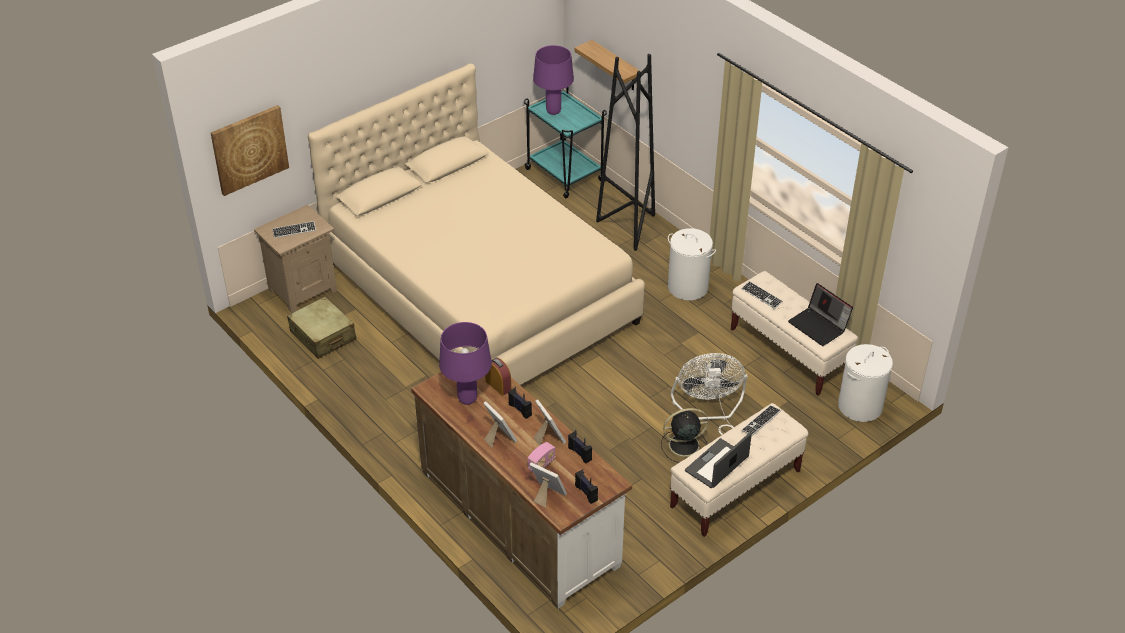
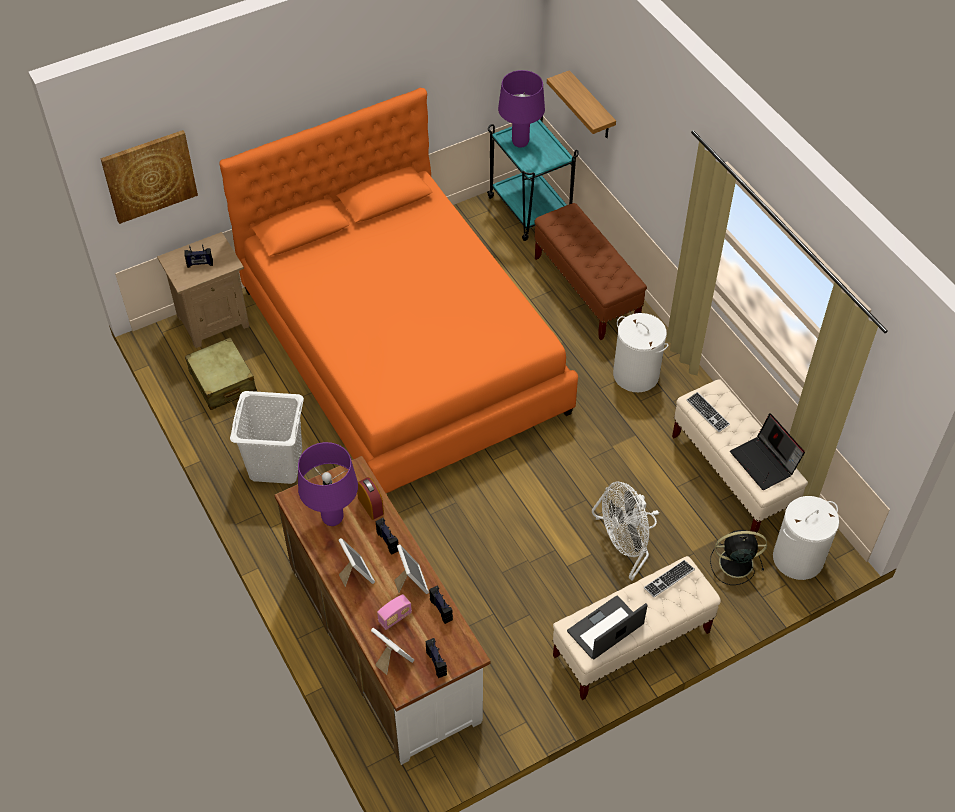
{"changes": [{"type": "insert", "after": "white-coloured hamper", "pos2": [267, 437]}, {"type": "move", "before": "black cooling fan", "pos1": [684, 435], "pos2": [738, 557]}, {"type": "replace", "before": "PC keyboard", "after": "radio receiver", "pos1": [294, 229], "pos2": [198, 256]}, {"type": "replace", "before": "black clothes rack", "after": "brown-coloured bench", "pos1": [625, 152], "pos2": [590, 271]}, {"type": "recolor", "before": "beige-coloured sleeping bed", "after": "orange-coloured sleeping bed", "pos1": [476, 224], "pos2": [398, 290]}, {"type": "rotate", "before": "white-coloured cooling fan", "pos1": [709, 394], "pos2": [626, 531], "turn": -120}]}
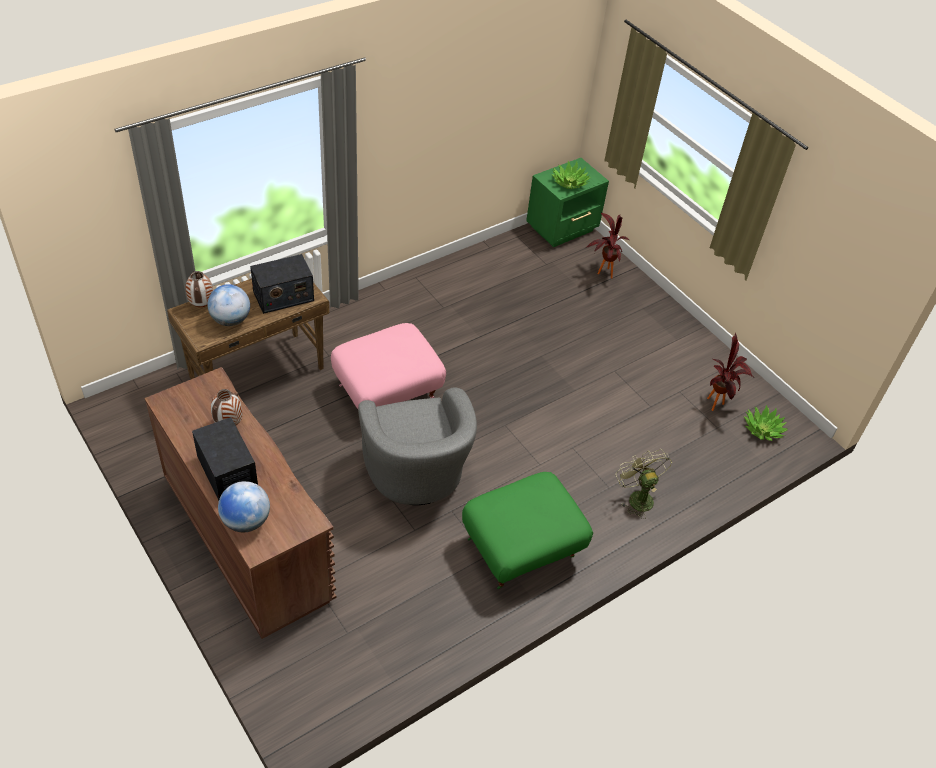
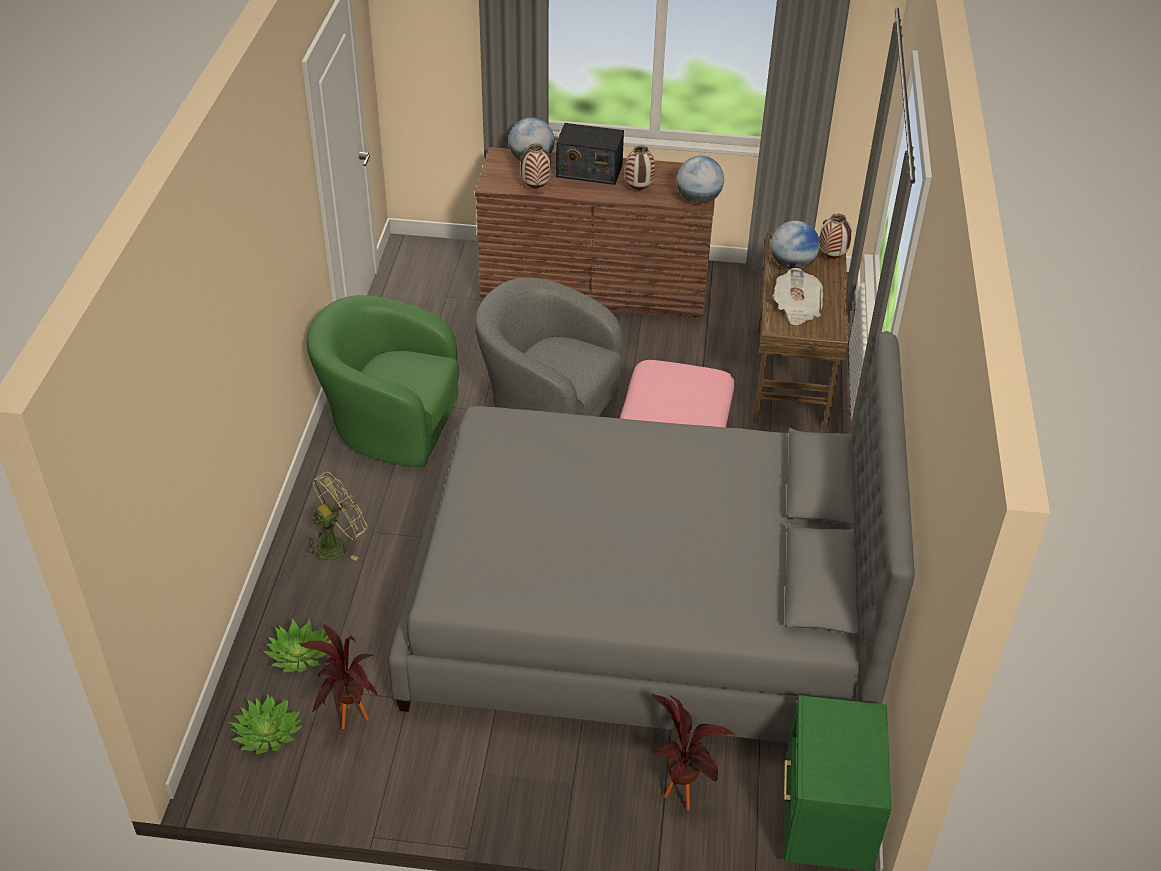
{"changes": [{"type": "insert", "after": "greyish sleeping bed", "pos2": [651, 537]}, {"type": "insert", "after": "flower vase", "pos2": [536, 166]}, {"type": "insert", "after": "world globe", "pos2": [700, 180]}, {"type": "move", "before": "houseplant", "pos1": [571, 175], "pos2": [297, 645]}, {"type": "replace", "before": "radio receiver", "after": "newspaper", "pos1": [282, 284], "pos2": [798, 296]}, {"type": "replace", "before": "green-coloured ottoman", "after": "green-coloured easy chair", "pos1": [527, 530], "pos2": [383, 381]}, {"type": "rotate", "before": "green-coloured cooling fan", "pos1": [644, 484], "pos2": [335, 516], "turn": -60}]}
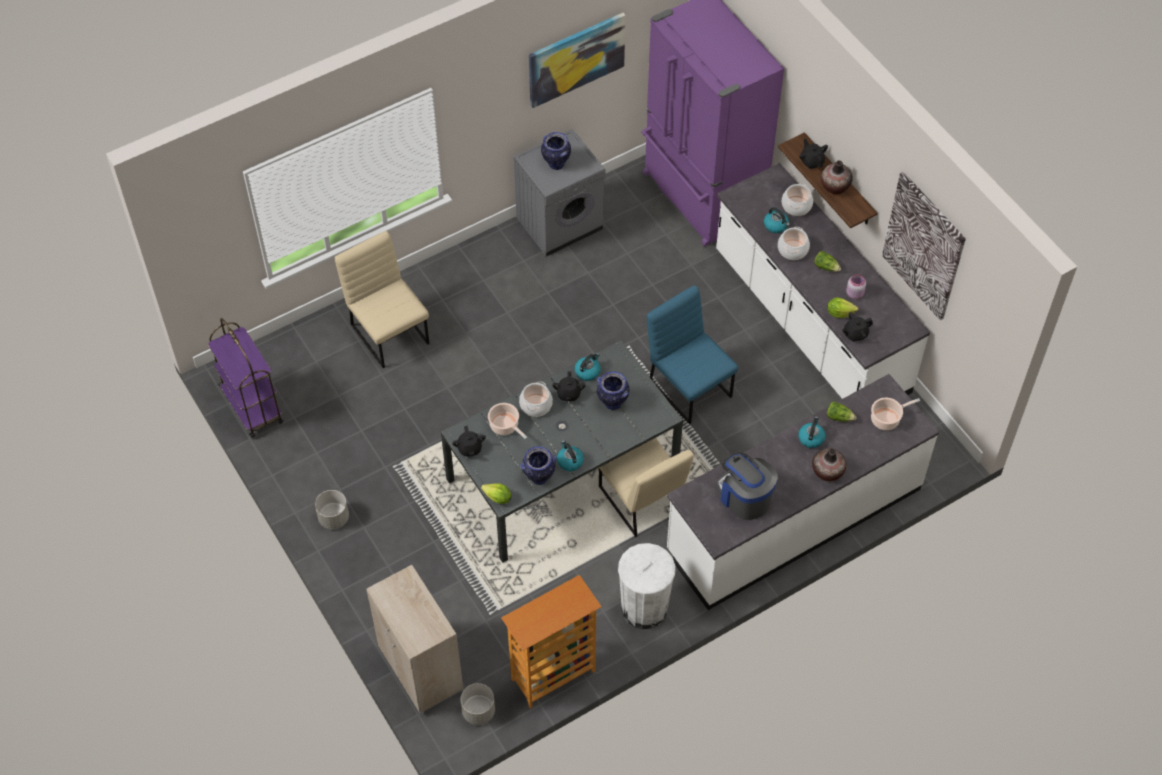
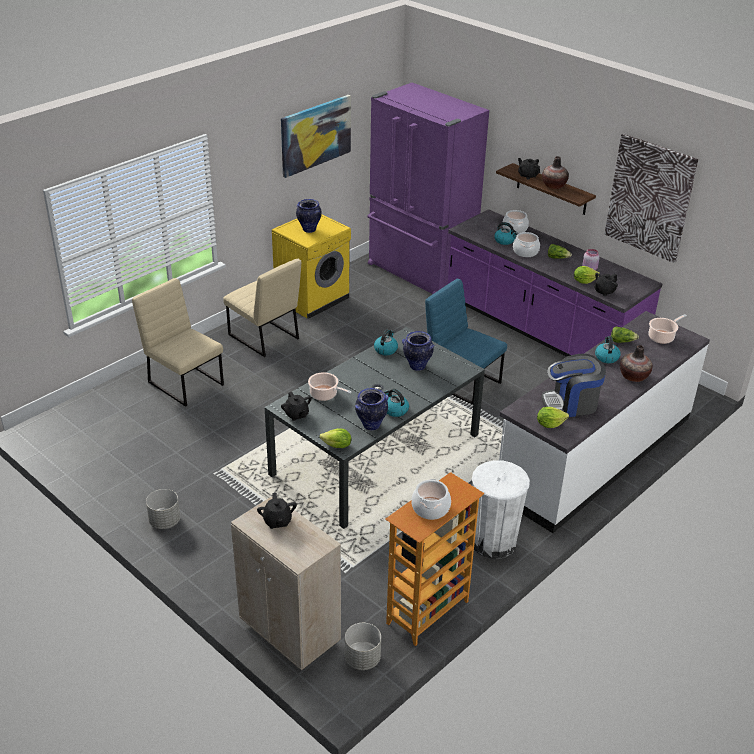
{"changes": [{"type": "delete", "before": "purplish wheeled cart", "pos1": [245, 378]}, {"type": "insert", "after": "lettuce head", "pos2": [553, 417]}, {"type": "move", "before": "cooking pot", "pos1": [536, 399], "pos2": [431, 499]}, {"type": "move", "before": "black teapot", "pos1": [568, 386], "pos2": [277, 511]}, {"type": "move", "before": "beige-coloured upright chair", "pos1": [646, 486], "pos2": [262, 308]}, {"type": "recolor", "before": "greyish laundry machine", "after": "yellowish laundry machine", "pos1": [560, 192], "pos2": [311, 266]}, {"type": "recolor", "before": "white-coloured kitchen counter", "after": "purplish kitchen counter", "pos1": [823, 281], "pos2": [555, 283]}, {"type": "rotate", "before": "coffee brewer", "pos1": [747, 486], "pos2": [574, 385], "turn": -45}]}
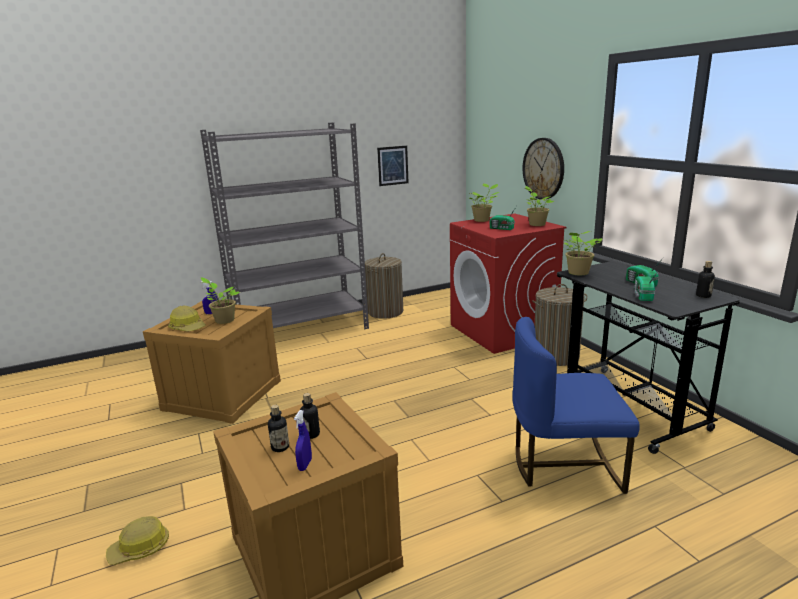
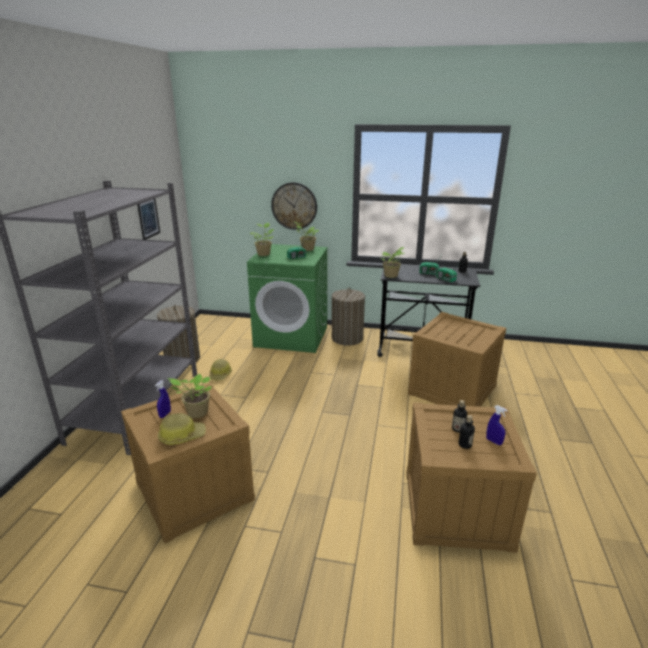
{"changes": [{"type": "move", "before": "work helmet", "pos1": [137, 540], "pos2": [221, 369]}, {"type": "replace", "before": "blue upright chair", "after": "shipping crate", "pos1": [576, 405], "pos2": [457, 359]}, {"type": "recolor", "before": "reddish laundry machine", "after": "green-coloured laundry machine", "pos1": [508, 283], "pos2": [287, 298]}]}
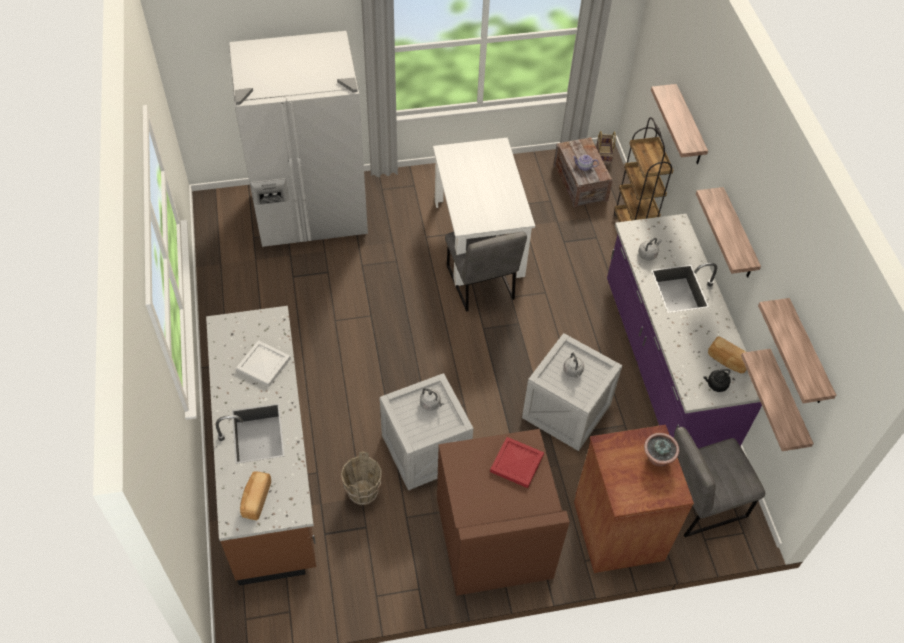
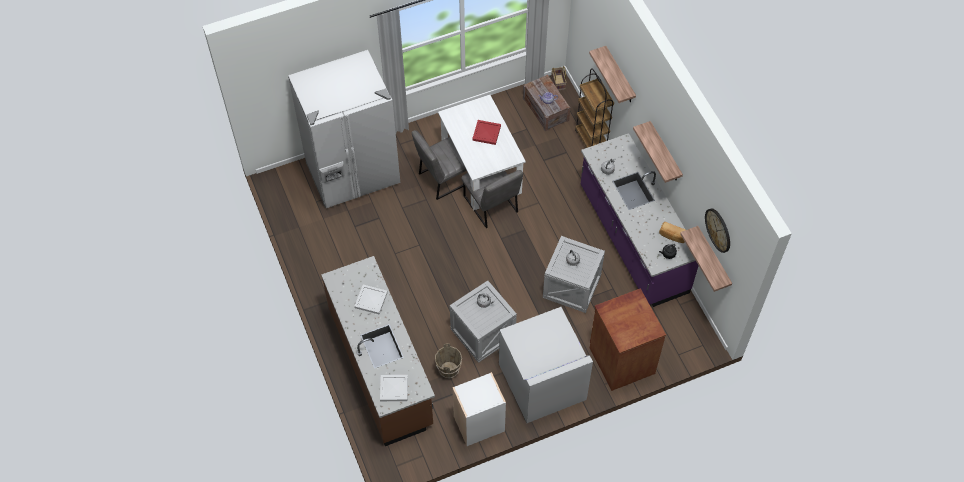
{"changes": [{"type": "delete", "before": "houseplant", "pos1": [661, 449]}, {"type": "insert", "after": "white-coloured bookshelf", "pos2": [479, 409]}, {"type": "move", "before": "reddish serving tray", "pos1": [517, 462], "pos2": [486, 132]}, {"type": "move", "before": "greyish upright chair", "pos1": [719, 482], "pos2": [439, 165]}, {"type": "replace", "before": "bread", "after": "white-coloured serving tray", "pos1": [255, 496], "pos2": [394, 388]}, {"type": "replace", "before": "bracket shelf", "after": "hanging clock", "pos1": [797, 350], "pos2": [717, 230]}, {"type": "recolor", "before": "brown-coloured laundry machine", "after": "white-coloured laundry machine", "pos1": [503, 512], "pos2": [546, 365]}]}
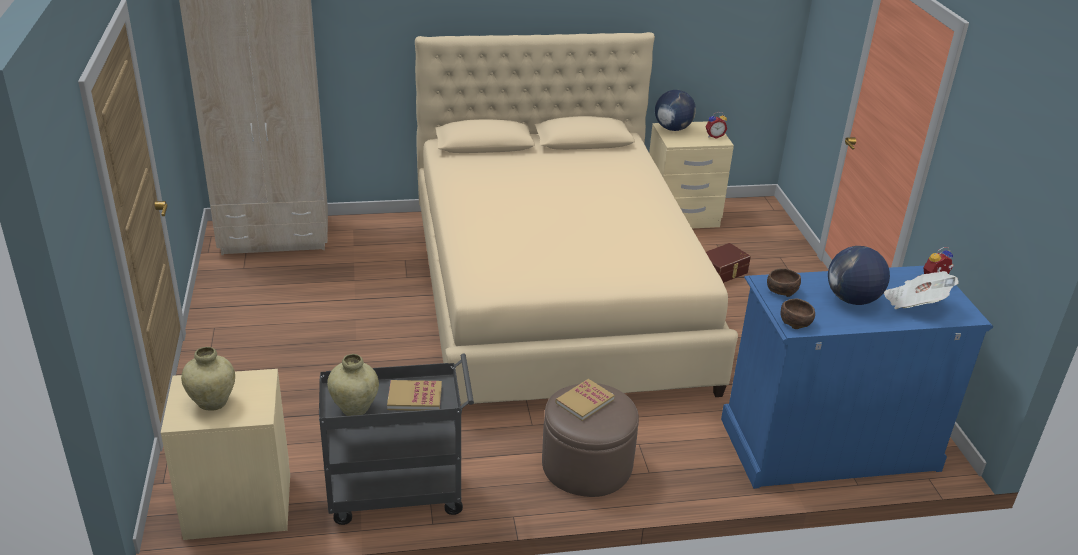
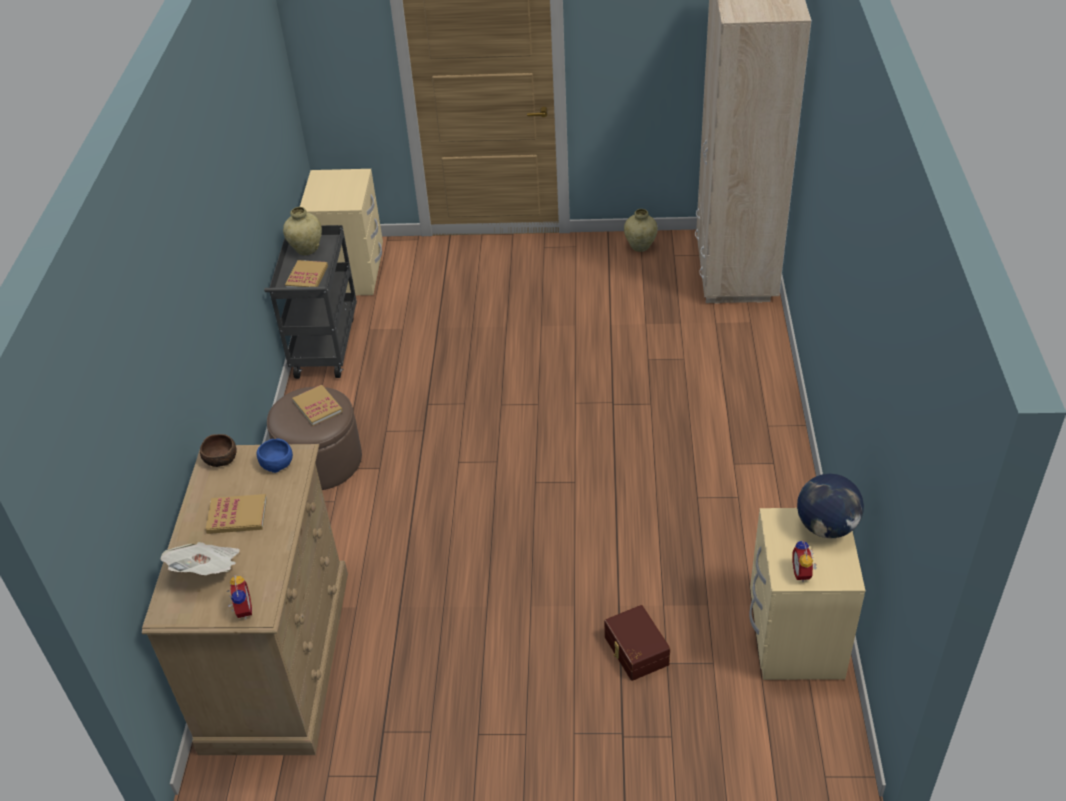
{"changes": [{"type": "delete", "before": "beige-coloured sleeping bed", "pos1": [576, 218]}, {"type": "move", "before": "beige-coloured flower vase", "pos1": [208, 379], "pos2": [641, 230]}, {"type": "replace", "before": "world globe", "after": "book", "pos1": [859, 275], "pos2": [236, 514]}, {"type": "recolor", "before": "blue drawer chest", "after": "beige-coloured drawer chest", "pos1": [857, 377], "pos2": [245, 599]}, {"type": "recolor", "before": "brown-coloured deep dish", "after": "blue deep dish", "pos1": [784, 282], "pos2": [275, 455]}]}
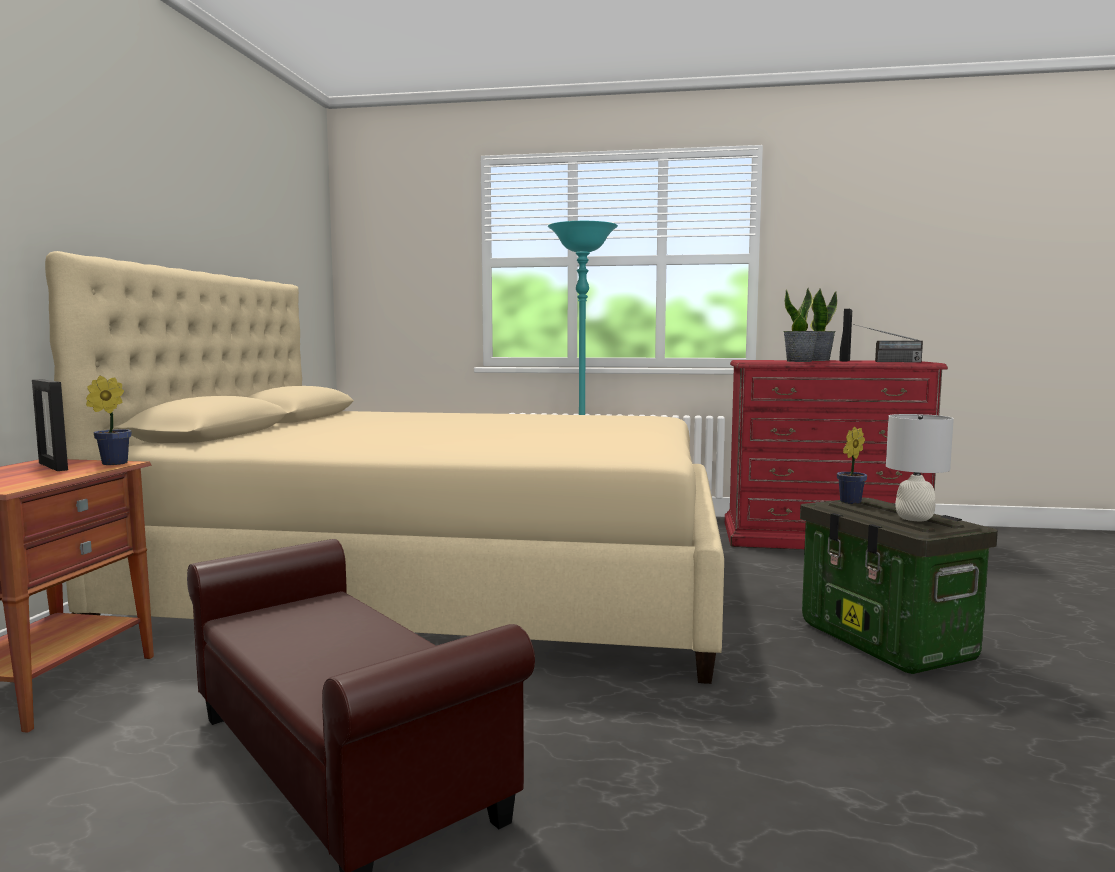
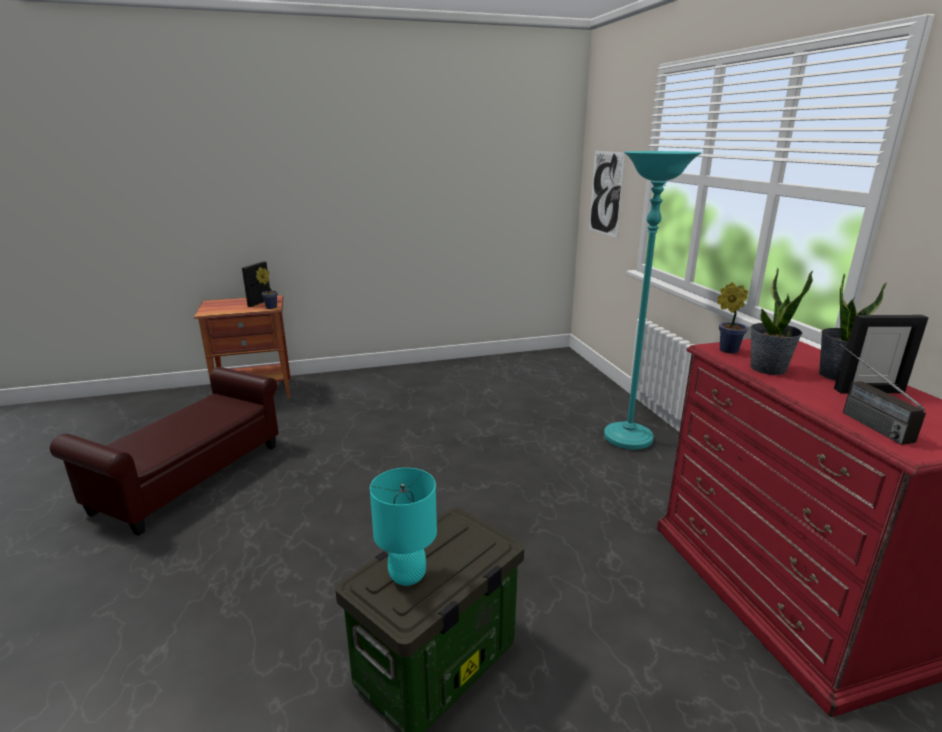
{"changes": [{"type": "delete", "before": "beige-coloured sleeping bed", "pos1": [384, 467]}, {"type": "insert", "after": "wall picture", "pos2": [607, 194]}, {"type": "move", "before": "houseplant", "pos1": [852, 465], "pos2": [732, 318]}, {"type": "recolor", "before": "greyish tabletop lamp", "after": "turquoise tabletop lamp", "pos1": [920, 468], "pos2": [403, 527]}]}
